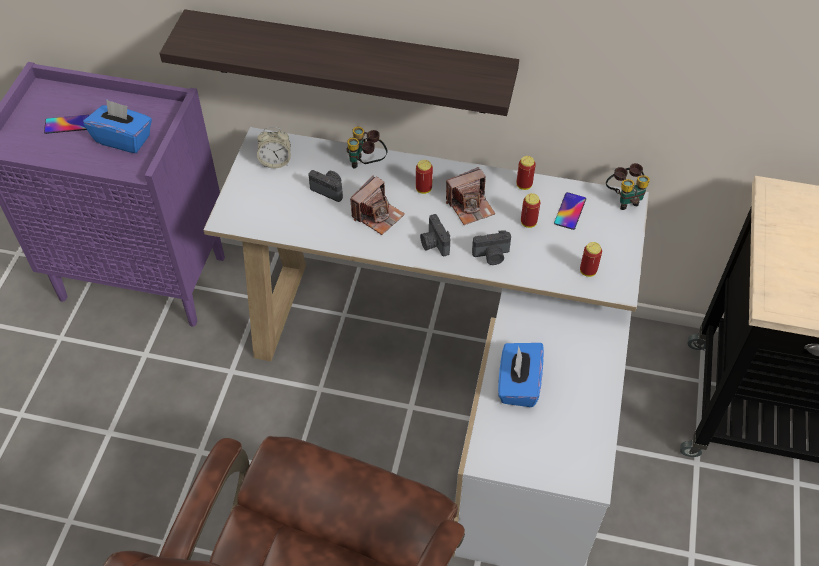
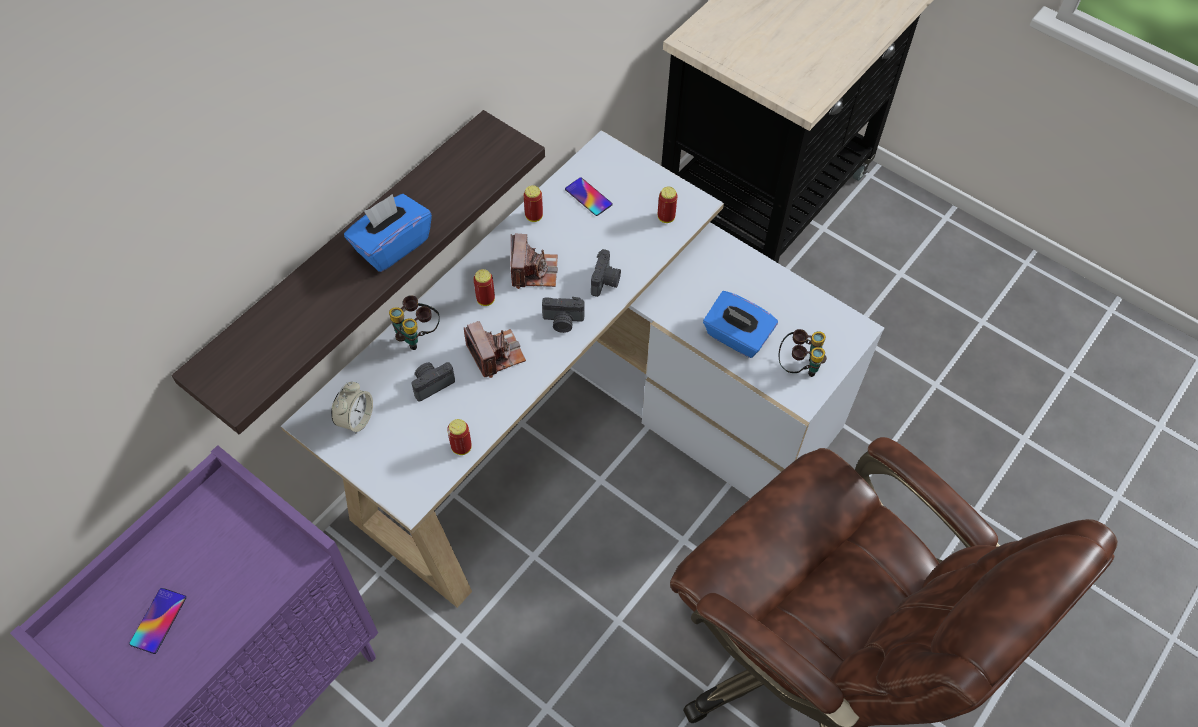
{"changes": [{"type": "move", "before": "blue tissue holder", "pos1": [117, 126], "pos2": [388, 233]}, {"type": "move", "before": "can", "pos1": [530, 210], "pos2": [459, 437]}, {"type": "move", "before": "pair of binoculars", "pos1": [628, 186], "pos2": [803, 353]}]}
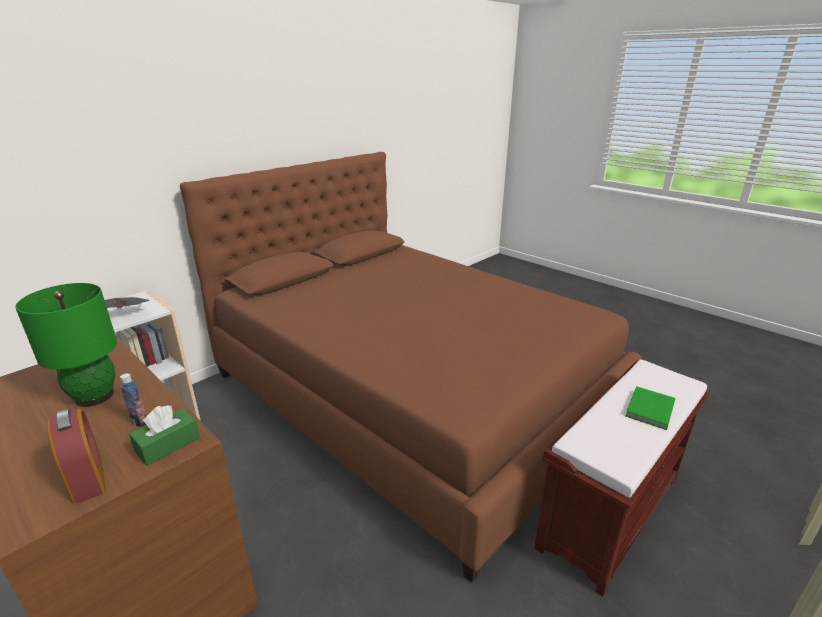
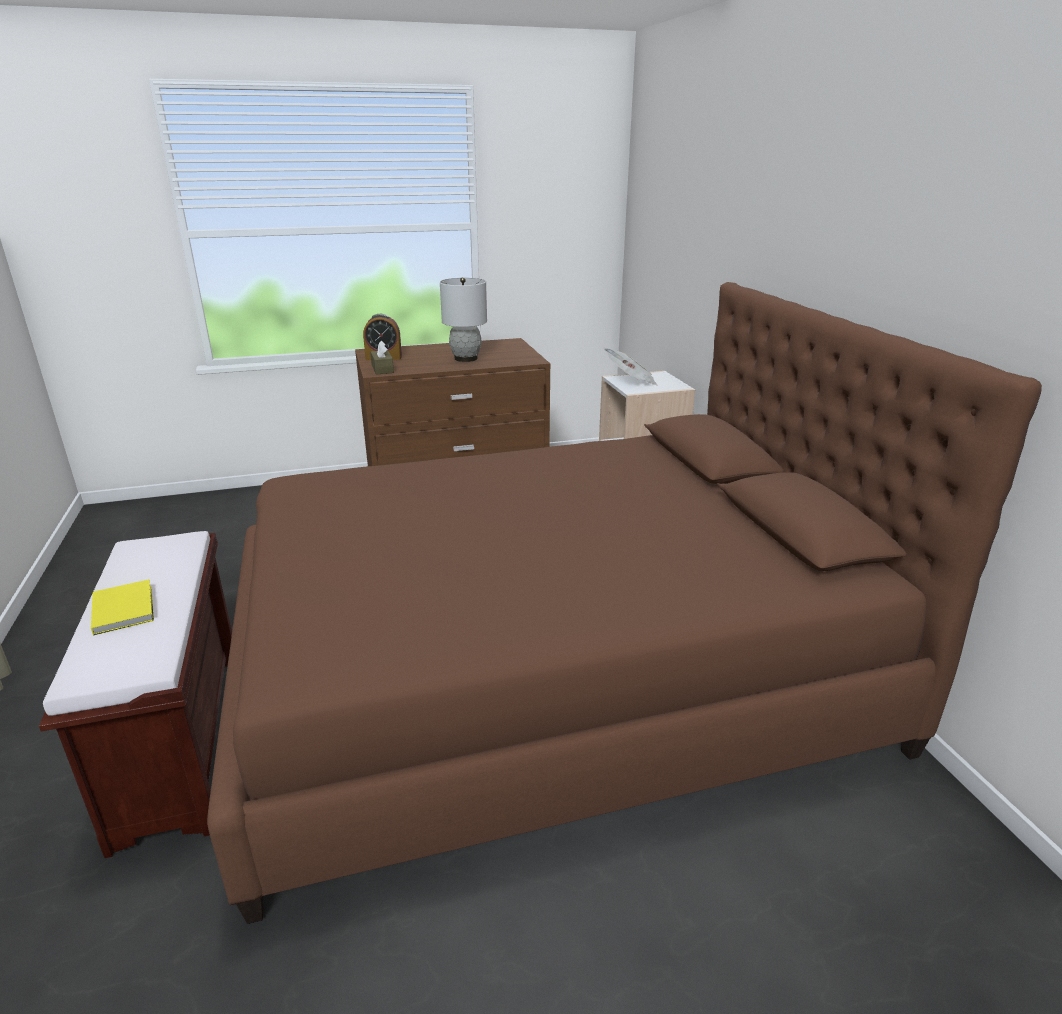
{"changes": [{"type": "delete", "before": "drink bottle", "pos1": [133, 400]}, {"type": "recolor", "before": "green-coloured tabletop lamp", "after": "white-coloured tabletop lamp", "pos1": [66, 345], "pos2": [463, 319]}, {"type": "recolor", "before": "green-coloured tissue holder", "after": "brown-coloured tissue holder", "pos1": [164, 436], "pos2": [382, 357]}, {"type": "recolor", "before": "green-coloured book", "after": "yellowish book", "pos1": [650, 408], "pos2": [122, 607]}]}
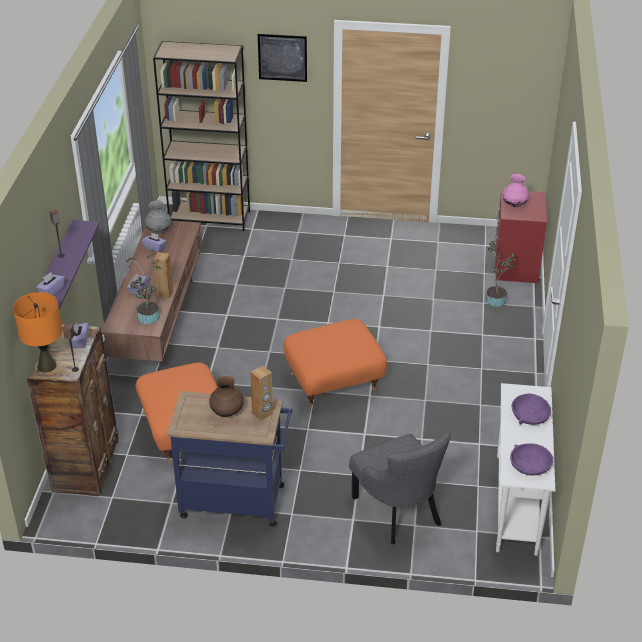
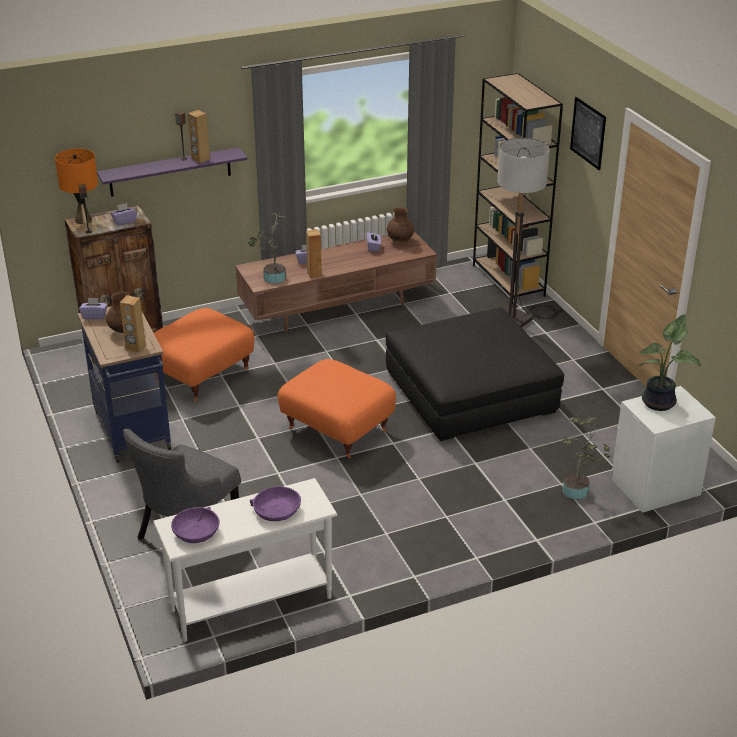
{"changes": [{"type": "insert", "after": "brown-coloured loudspeaker", "pos2": [199, 136]}, {"type": "insert", "after": "black ottoman", "pos2": [475, 374]}, {"type": "insert", "after": "standard lamp", "pos2": [530, 233]}, {"type": "move", "before": "purplish tissue holder", "pos1": [50, 284], "pos2": [93, 308]}, {"type": "replace", "before": "pink-coloured flower vase", "after": "houseplant", "pos1": [515, 190], "pos2": [669, 362]}, {"type": "recolor", "before": "greyish flower vase", "after": "brown-coloured flower vase", "pos1": [158, 217], "pos2": [400, 224]}, {"type": "recolor", "before": "reddish bedside table", "after": "white-coloured bedside table", "pos1": [519, 236], "pos2": [664, 449]}]}
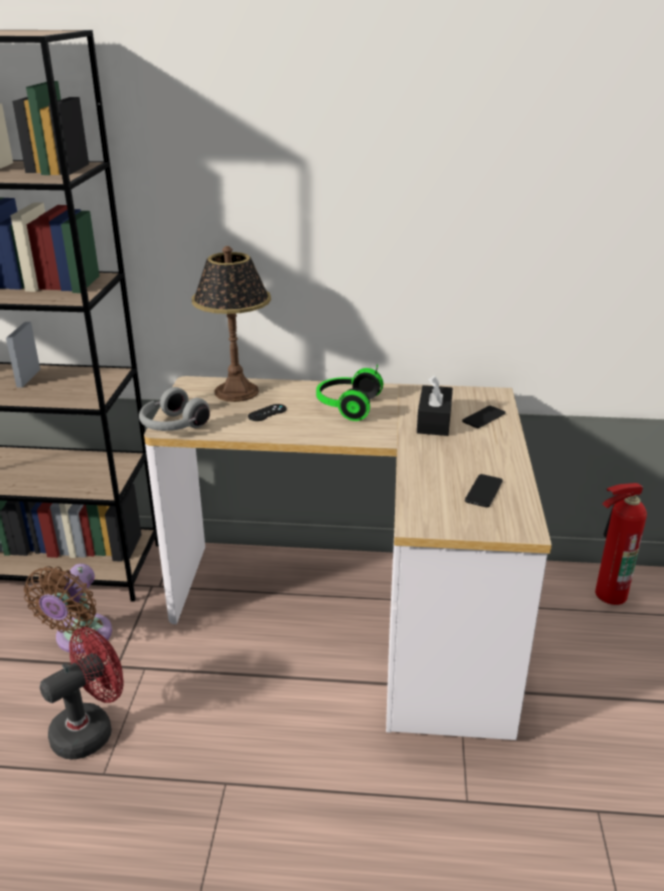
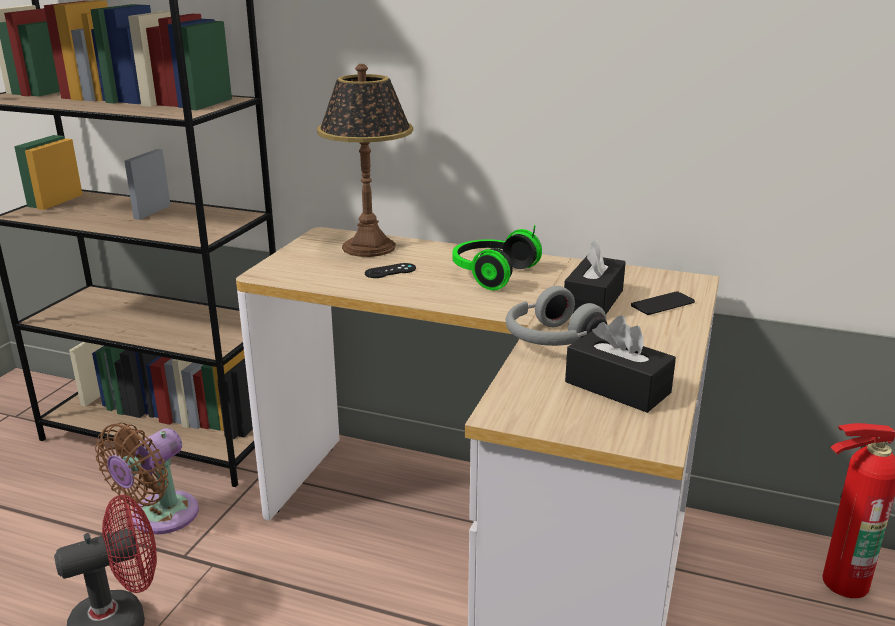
{"changes": [{"type": "move", "before": "greyish headphones", "pos1": [174, 409], "pos2": [556, 316]}, {"type": "replace", "before": "telephone", "after": "black tissue holder", "pos1": [483, 490], "pos2": [620, 364]}]}
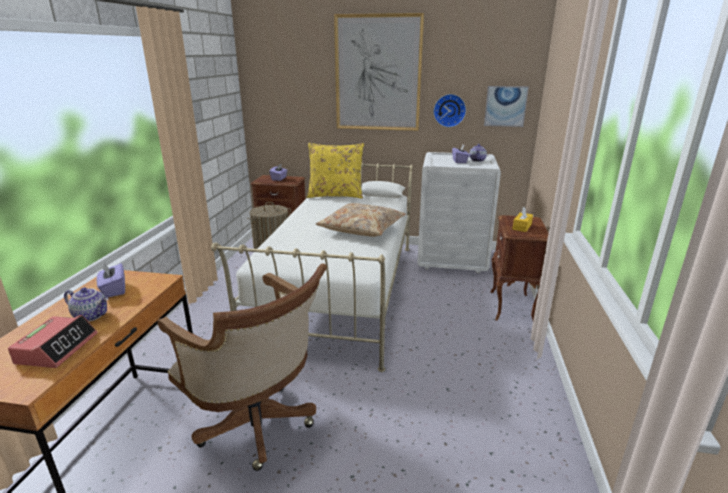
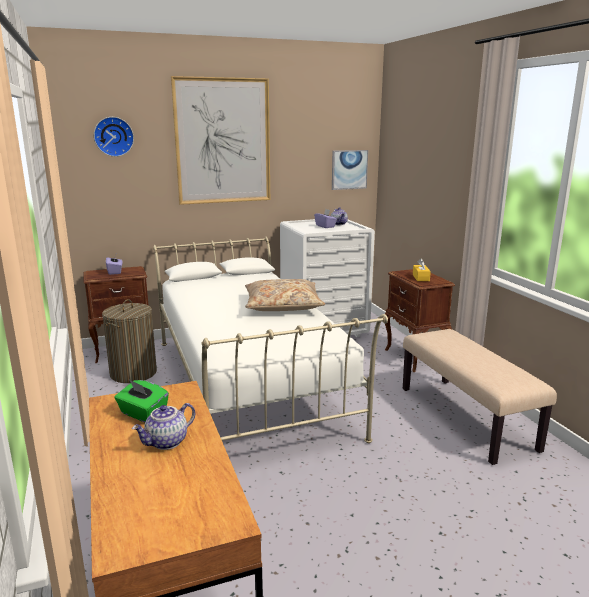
{"changes": [{"type": "delete", "before": "table clock", "pos1": [52, 341]}, {"type": "delete", "before": "desk chair", "pos1": [242, 367]}, {"type": "delete", "before": "yellowish throw pillow", "pos1": [335, 171]}, {"type": "insert", "after": "beige-coloured bench", "pos2": [480, 397]}, {"type": "move", "before": "hanging clock", "pos1": [449, 110], "pos2": [114, 137]}, {"type": "recolor", "before": "purplish tissue holder", "after": "green-coloured tissue holder", "pos1": [111, 279], "pos2": [141, 401]}, {"type": "rotate", "before": "teapot", "pos1": [86, 304], "pos2": [163, 426], "turn": 150}]}
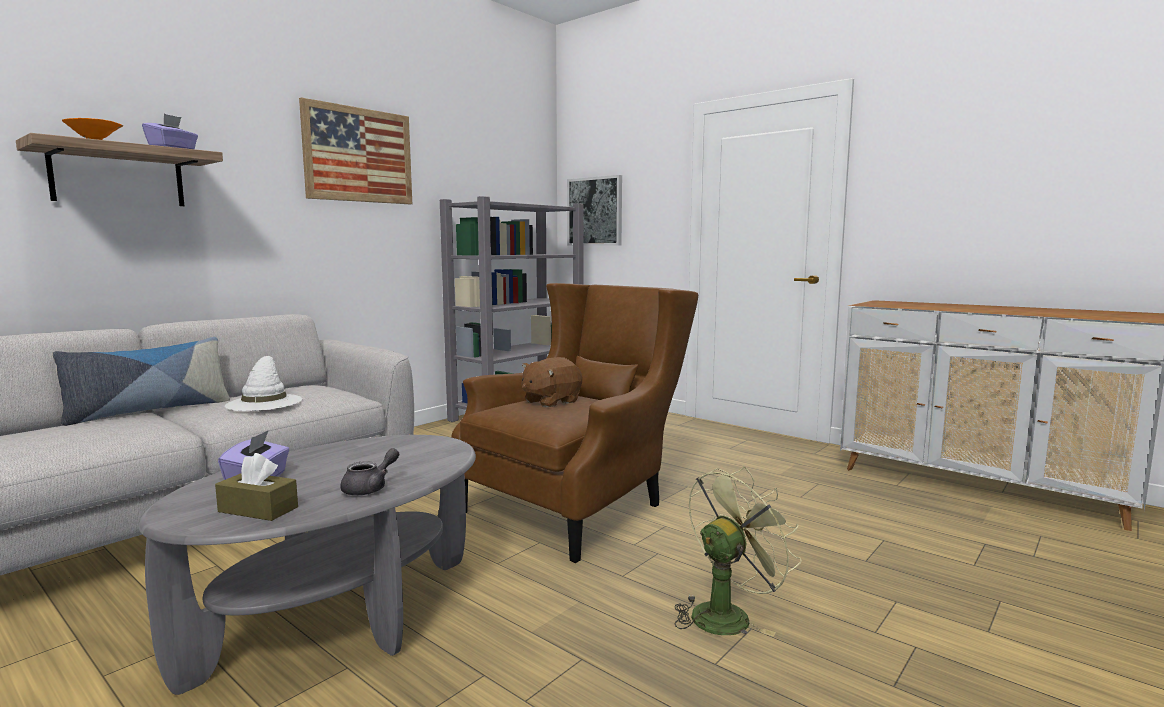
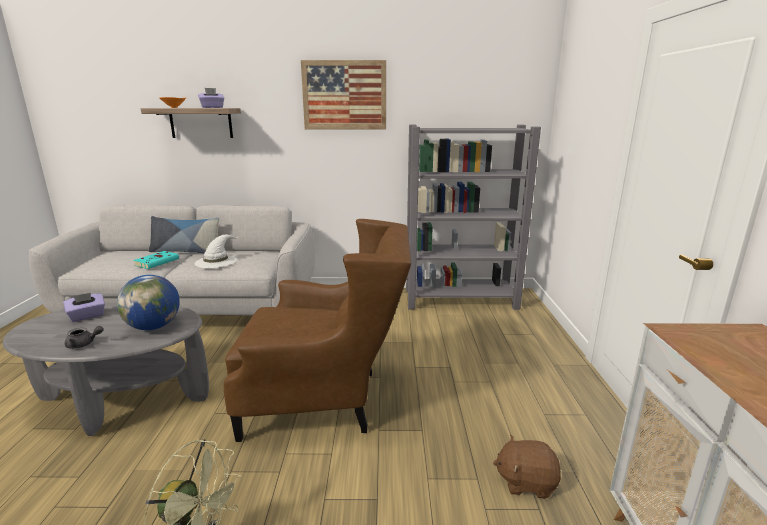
{"changes": [{"type": "delete", "before": "brown-coloured tissue holder", "pos1": [256, 487]}, {"type": "delete", "before": "wall picture", "pos1": [594, 210]}, {"type": "insert", "after": "world globe", "pos2": [148, 302]}, {"type": "insert", "after": "turquoise book", "pos2": [156, 260]}, {"type": "move", "before": "brown-coloured plush toy", "pos1": [551, 382], "pos2": [527, 466]}]}
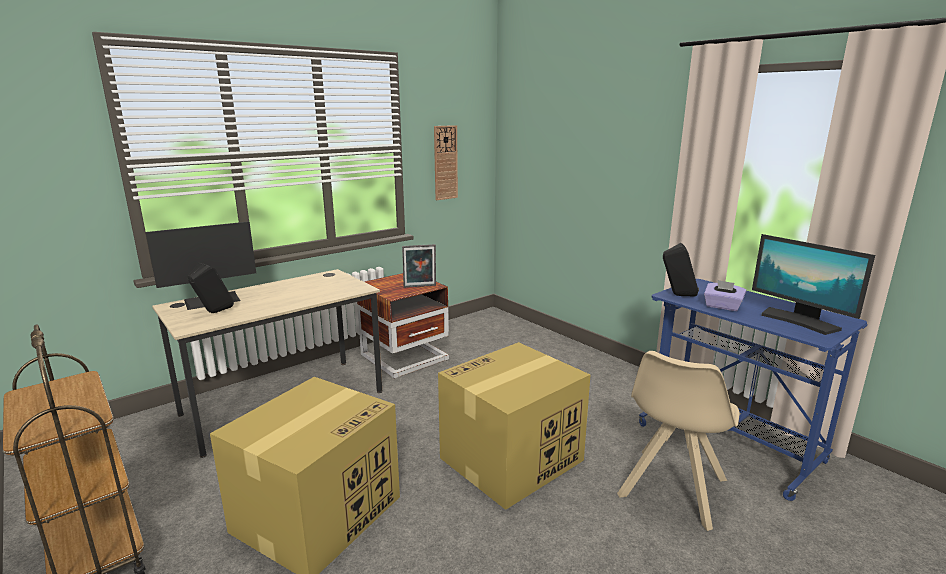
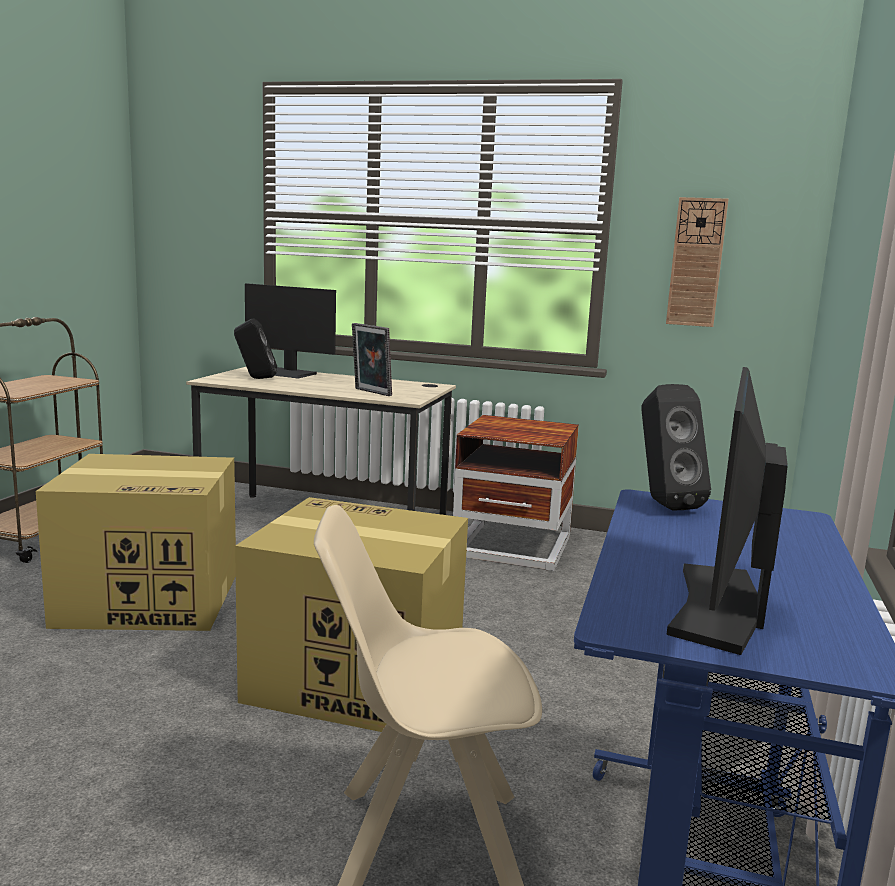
{"changes": [{"type": "delete", "before": "purplish tissue holder", "pos1": [725, 295]}, {"type": "move", "before": "picture frame", "pos1": [419, 266], "pos2": [372, 359]}]}
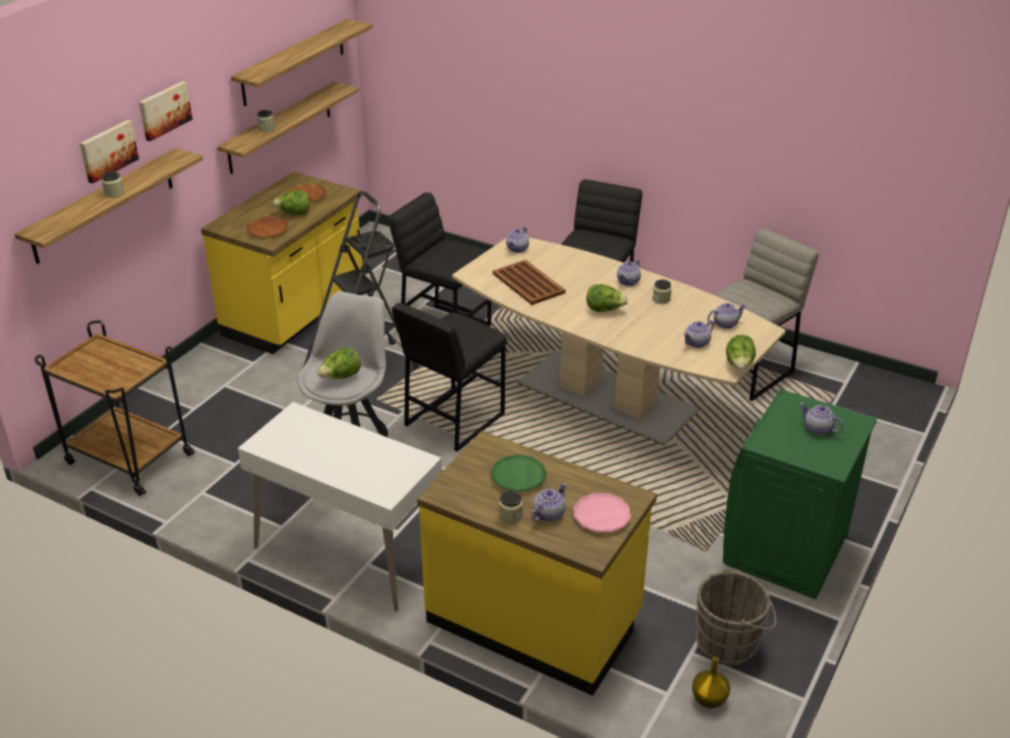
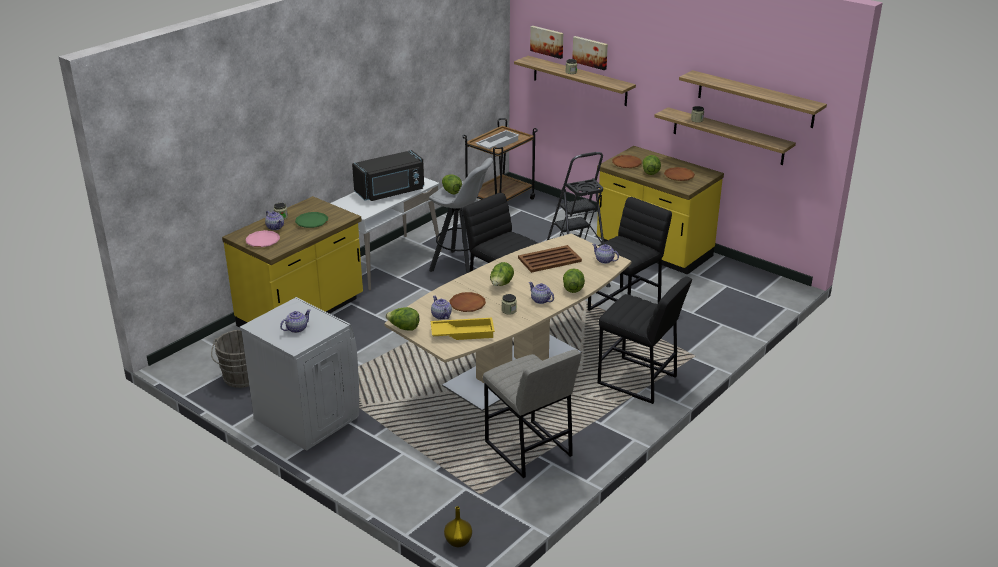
{"changes": [{"type": "insert", "after": "black microwave", "pos2": [388, 175]}, {"type": "insert", "after": "brown-coloured plate", "pos2": [467, 302]}, {"type": "insert", "after": "white-coloured serving tray", "pos2": [497, 139]}, {"type": "insert", "after": "lettuce head", "pos2": [574, 281]}, {"type": "move", "before": "wall picture", "pos1": [166, 111], "pos2": [546, 42]}, {"type": "move", "before": "yellowish flower vase", "pos1": [711, 682], "pos2": [458, 526]}, {"type": "replace", "before": "teapot", "after": "yellowish serving tray", "pos1": [726, 316], "pos2": [463, 329]}, {"type": "recolor", "before": "green-coloured laundry machine", "after": "white-coloured laundry machine", "pos1": [800, 494], "pos2": [299, 374]}]}
